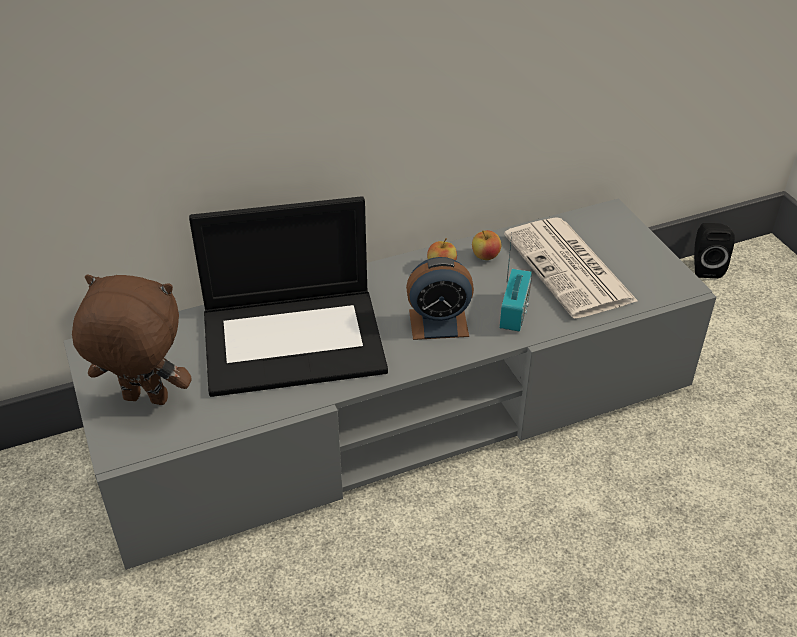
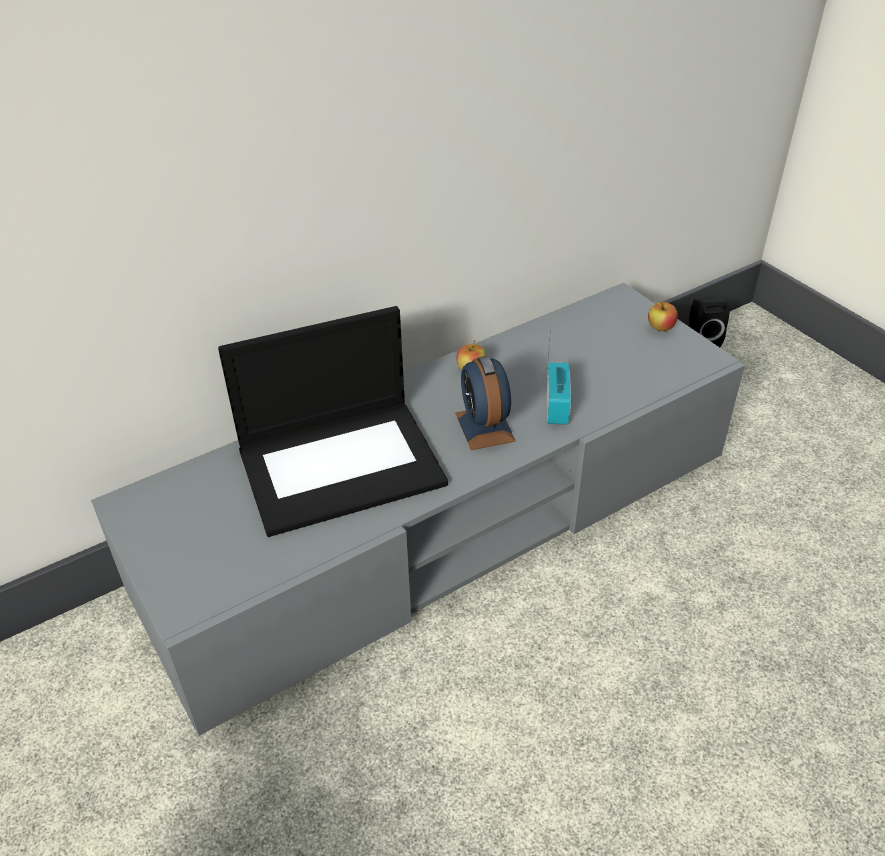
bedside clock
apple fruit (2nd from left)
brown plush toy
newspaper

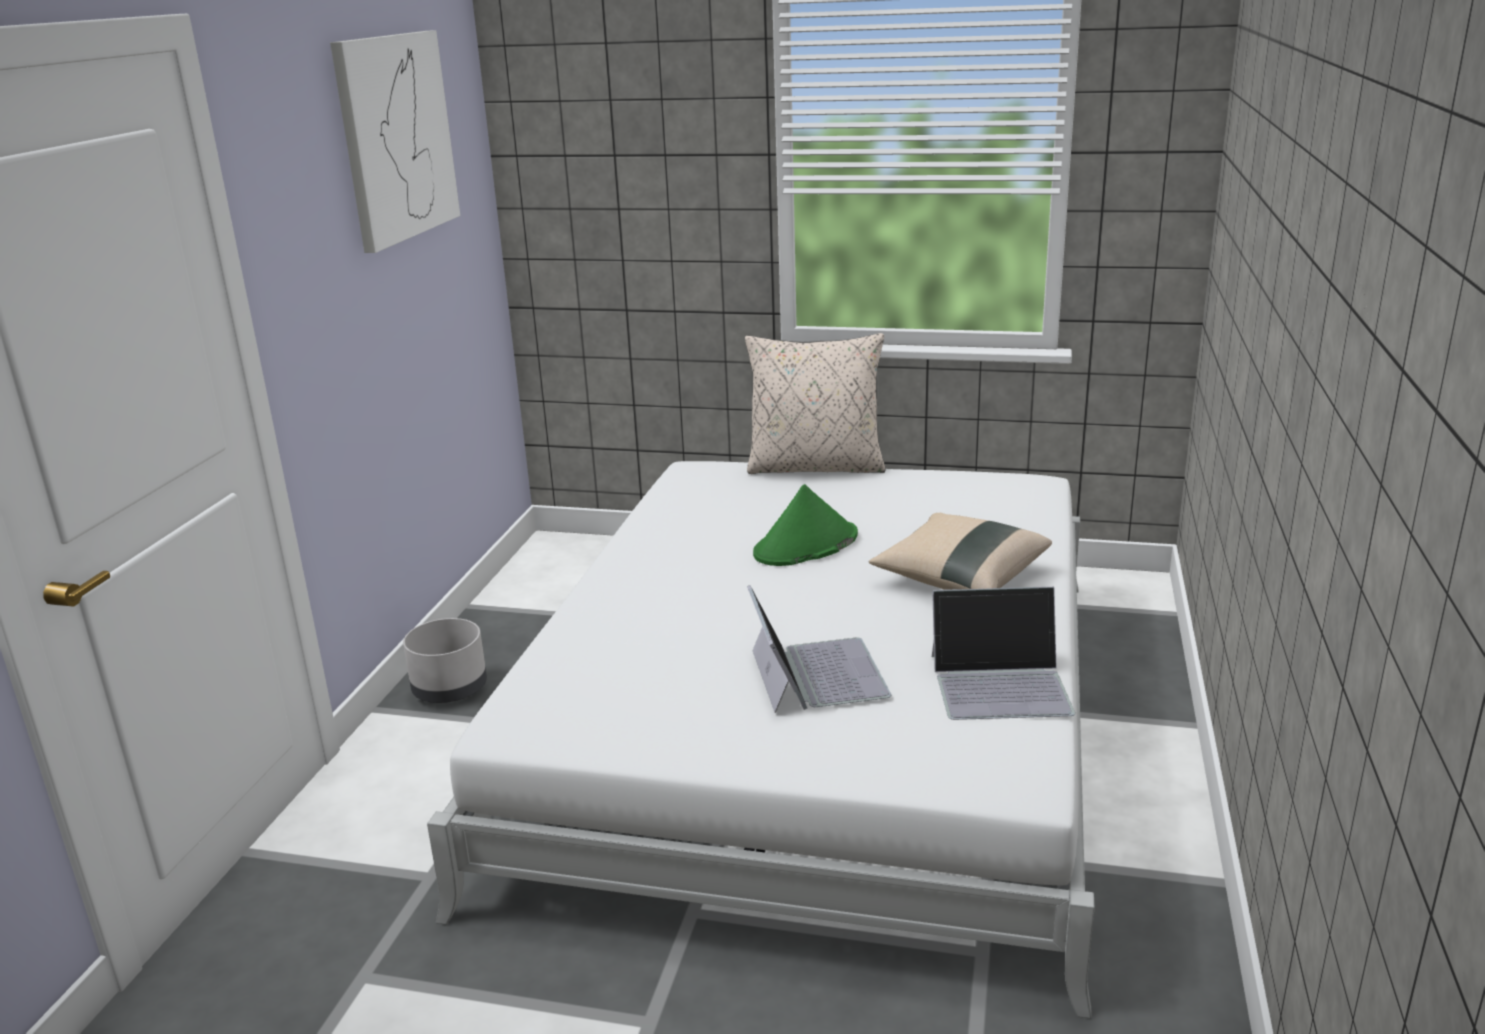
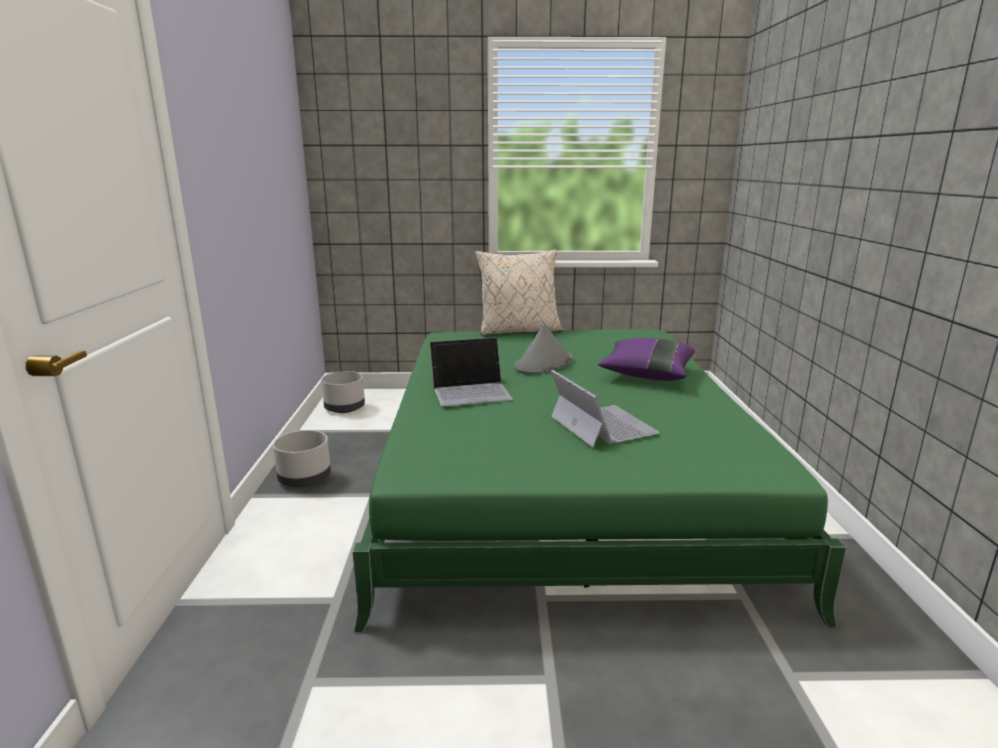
gray plant pot (2nd from left)
green-coloured sleeping bed
laptop (1st from left)
gray clothing hat
purplish cushion
wall art

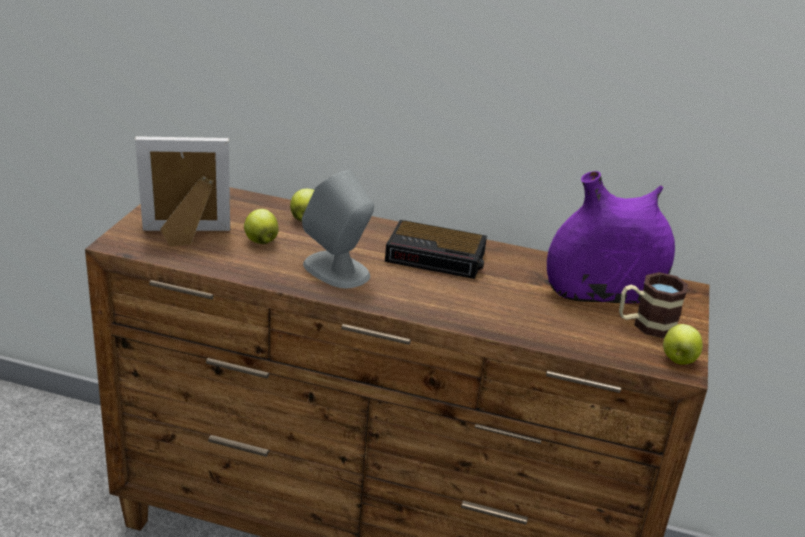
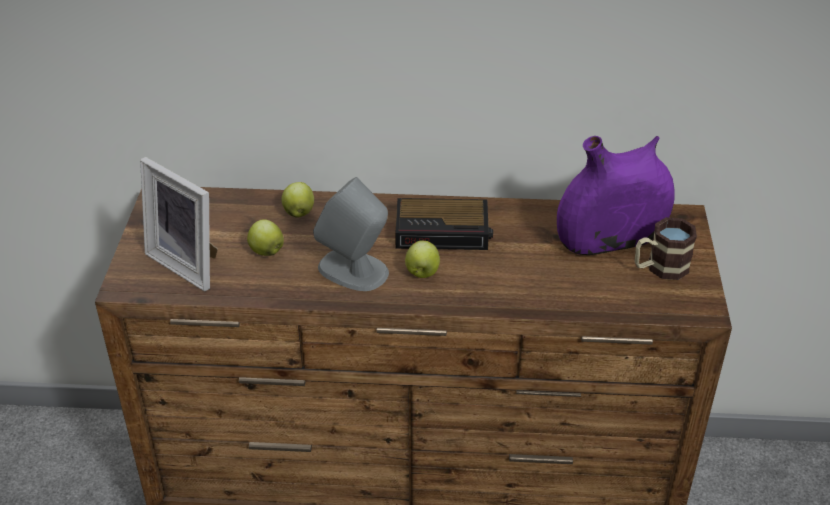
photo frame
apple fruit (3rd from left)

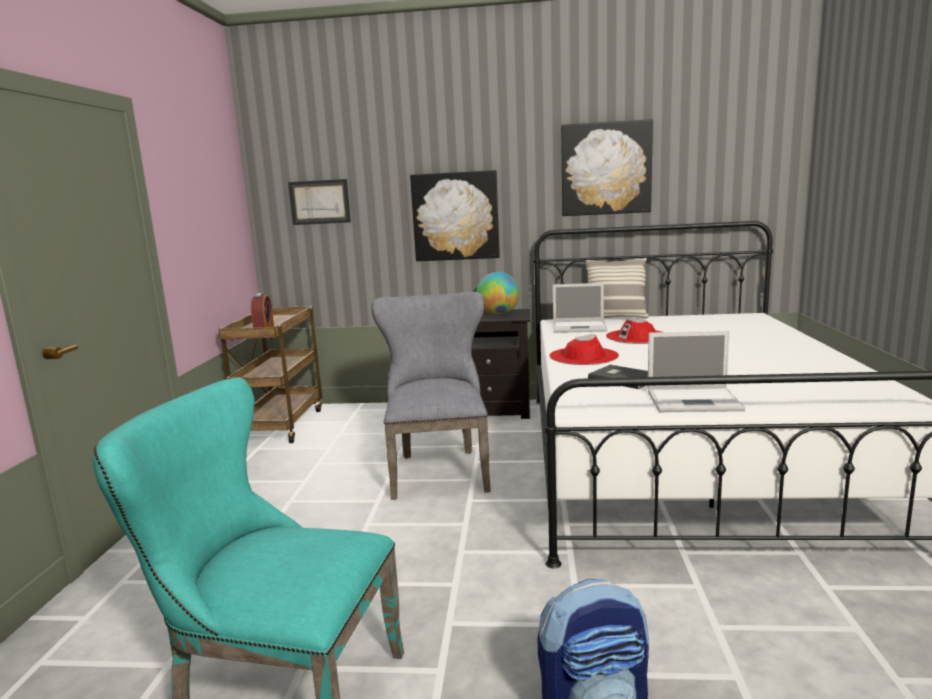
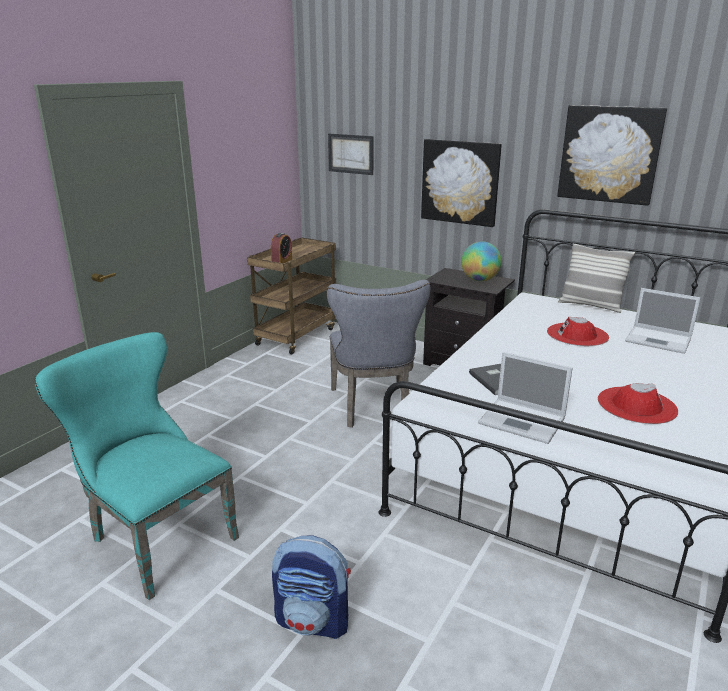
gray chair
red-coloured clothing hat (2nd from left)
laptop (2nd from left)

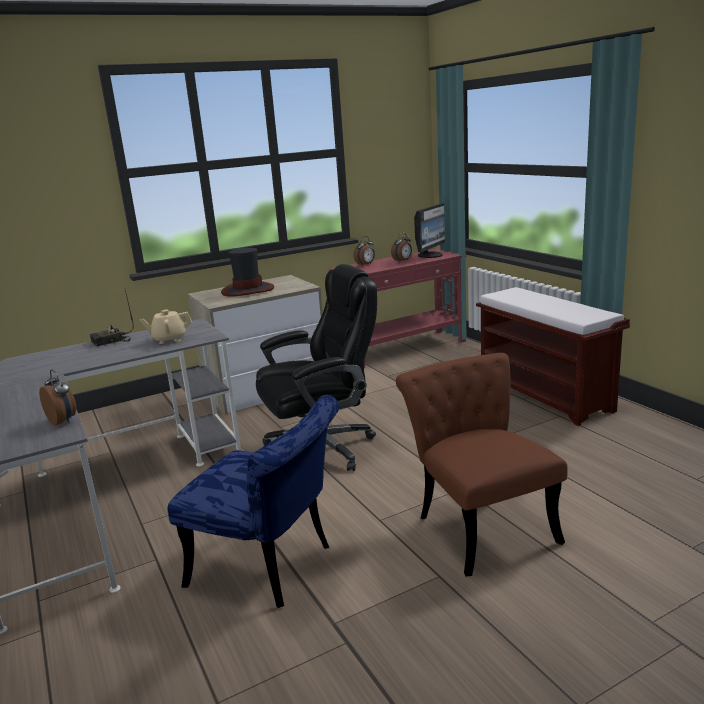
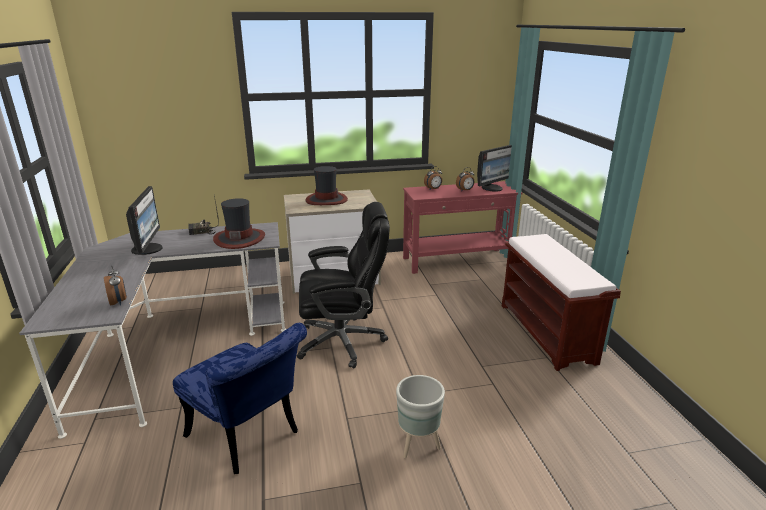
monitor (1st from left)
clothing hat (1st from left)
gray plant pot

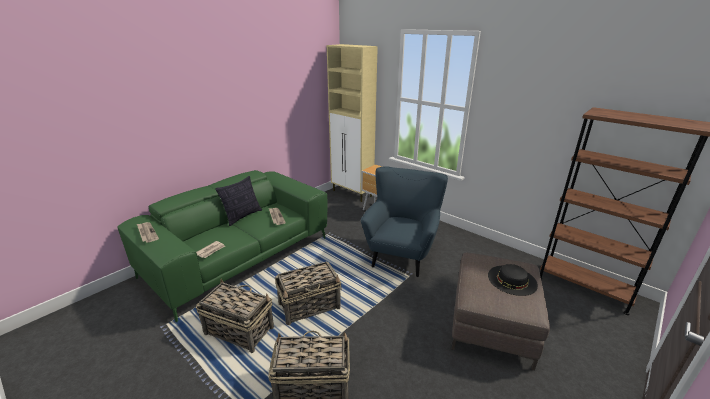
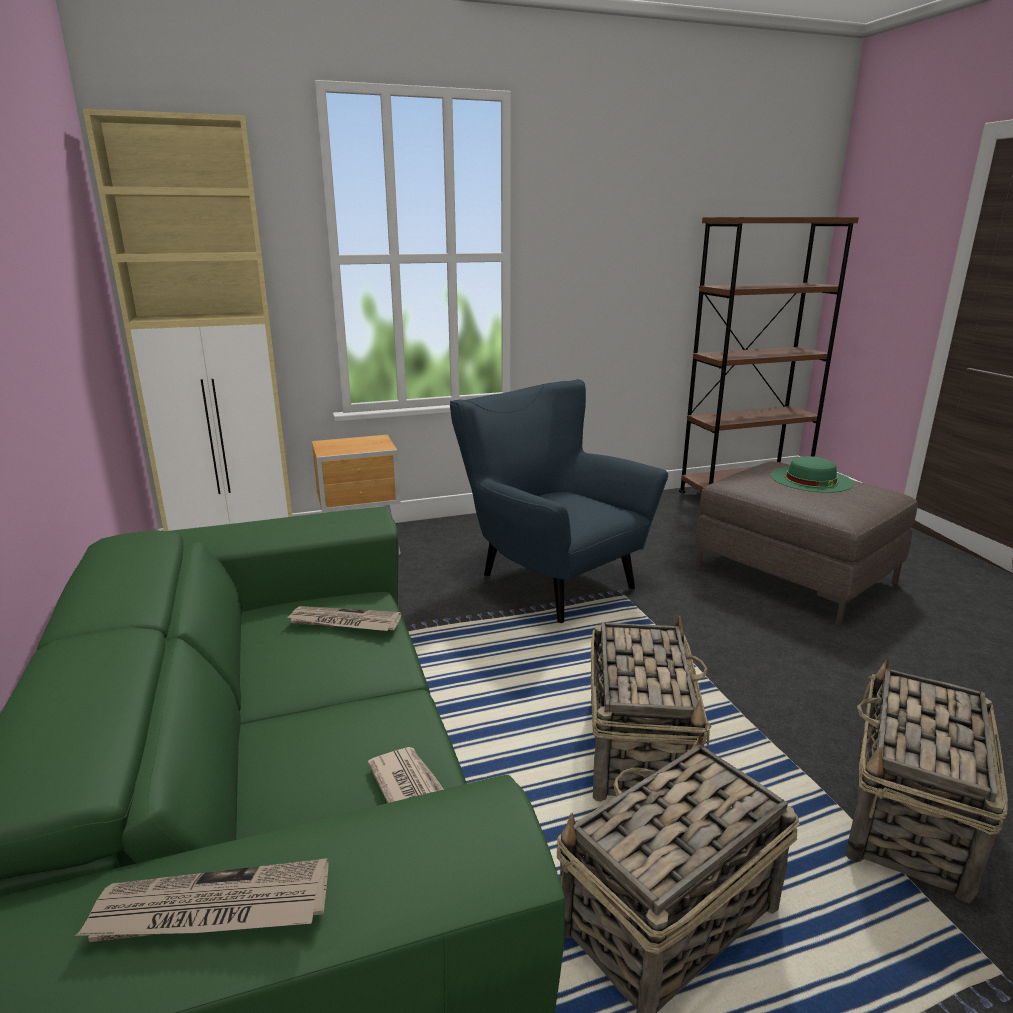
green-coloured clothing hat
cushion

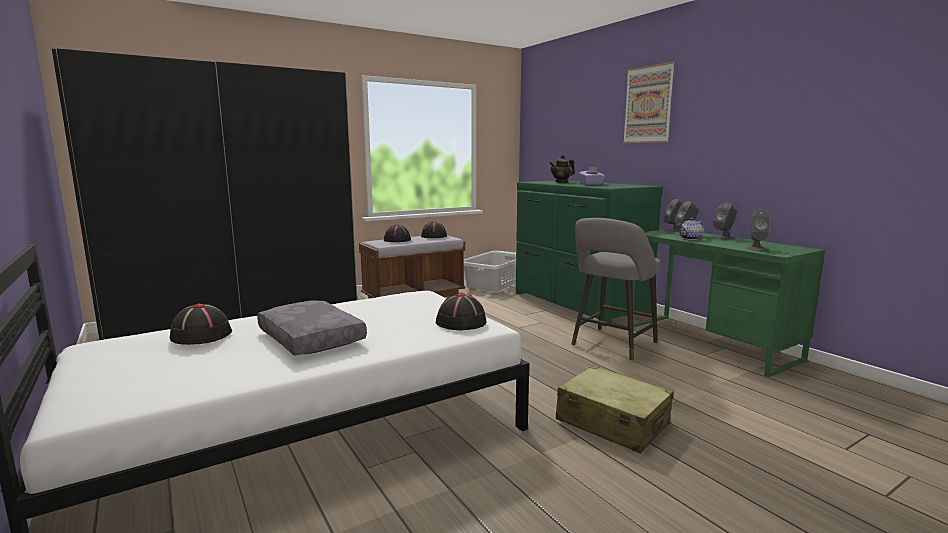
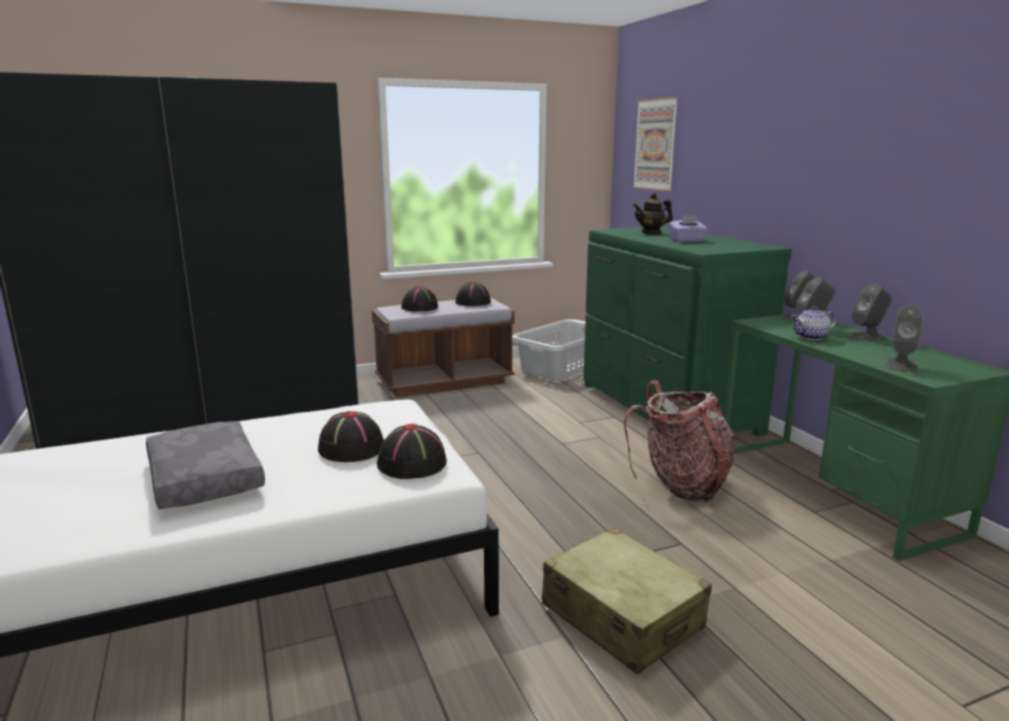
black clothing hat (1st from left)
knapsack
wall art

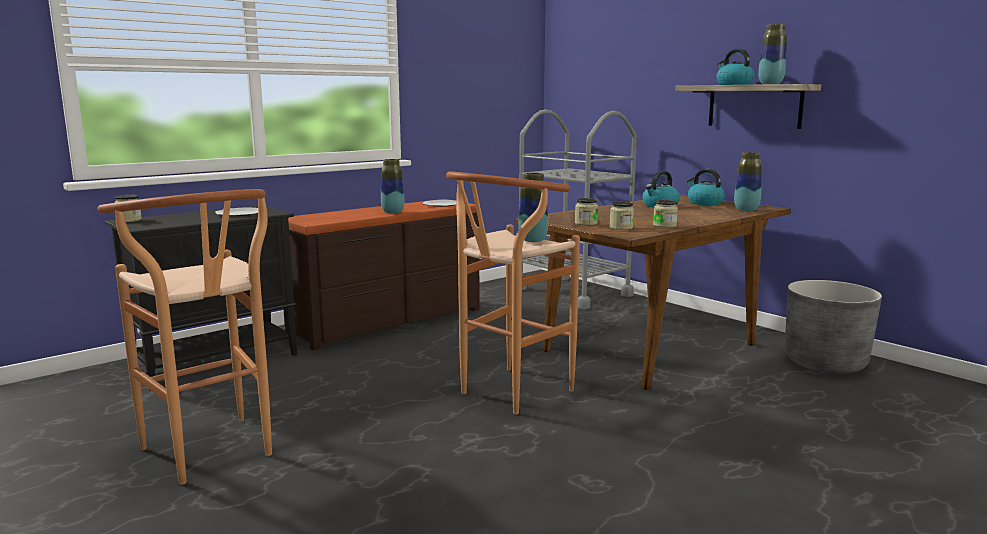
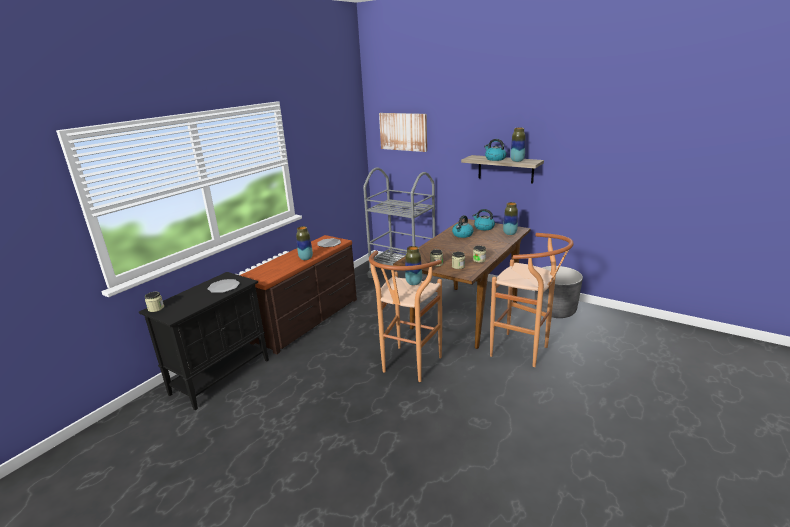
wall art
brown stool seat (2nd from left)

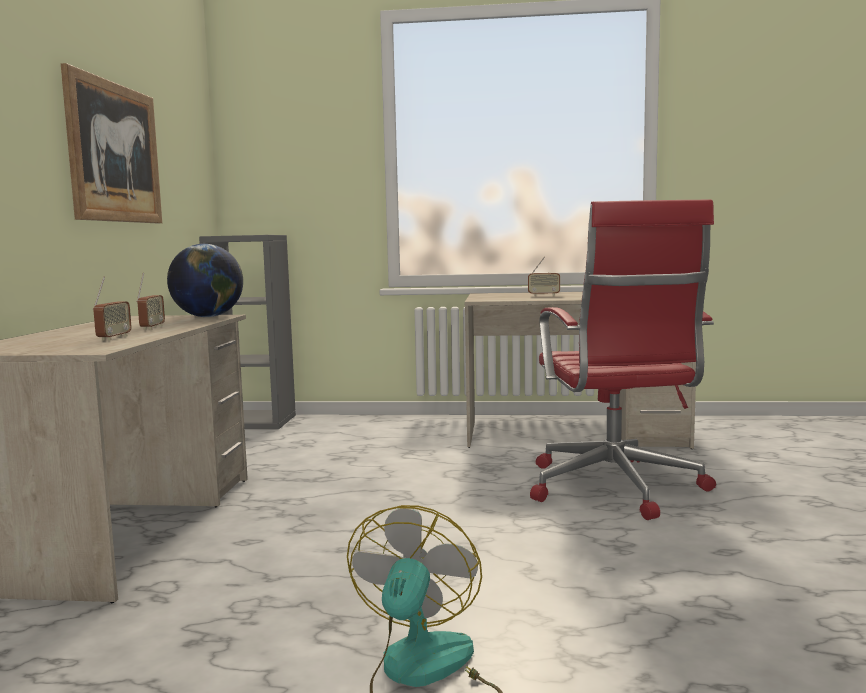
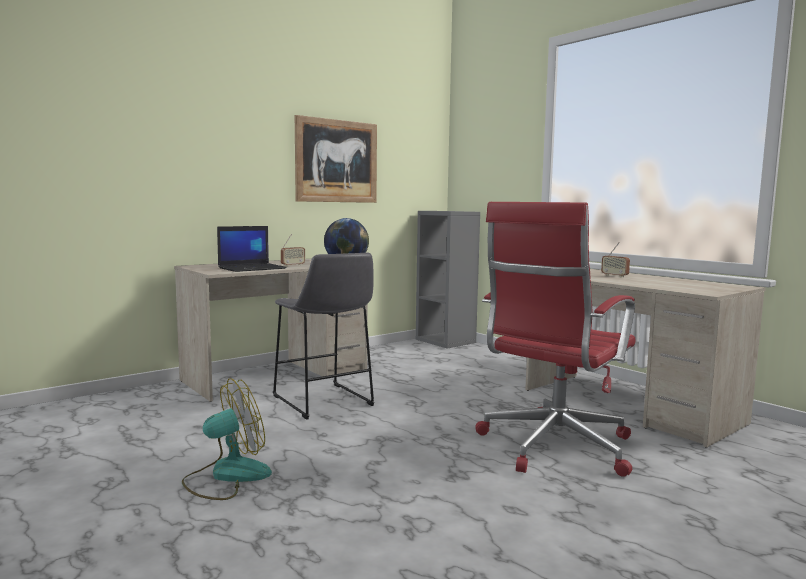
laptop
gray stool seat

